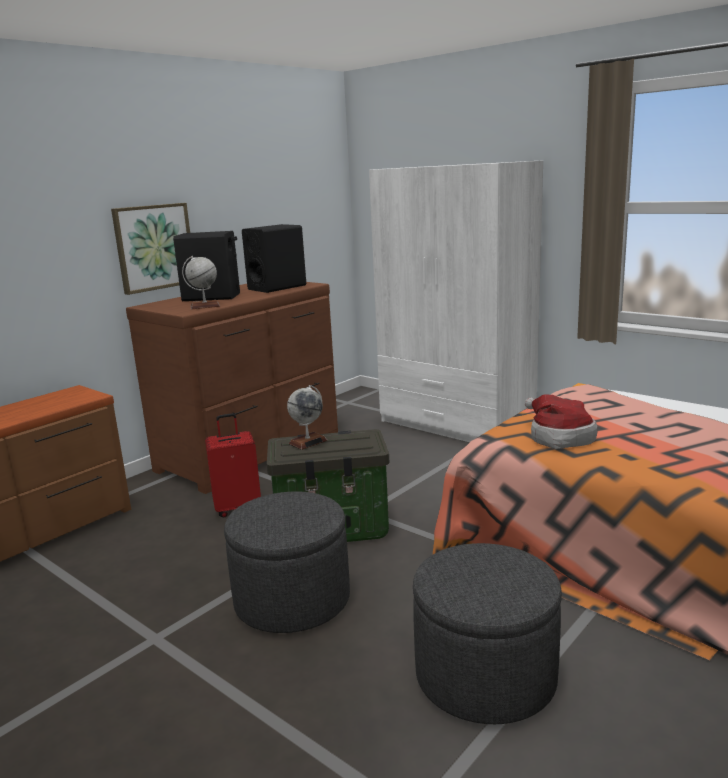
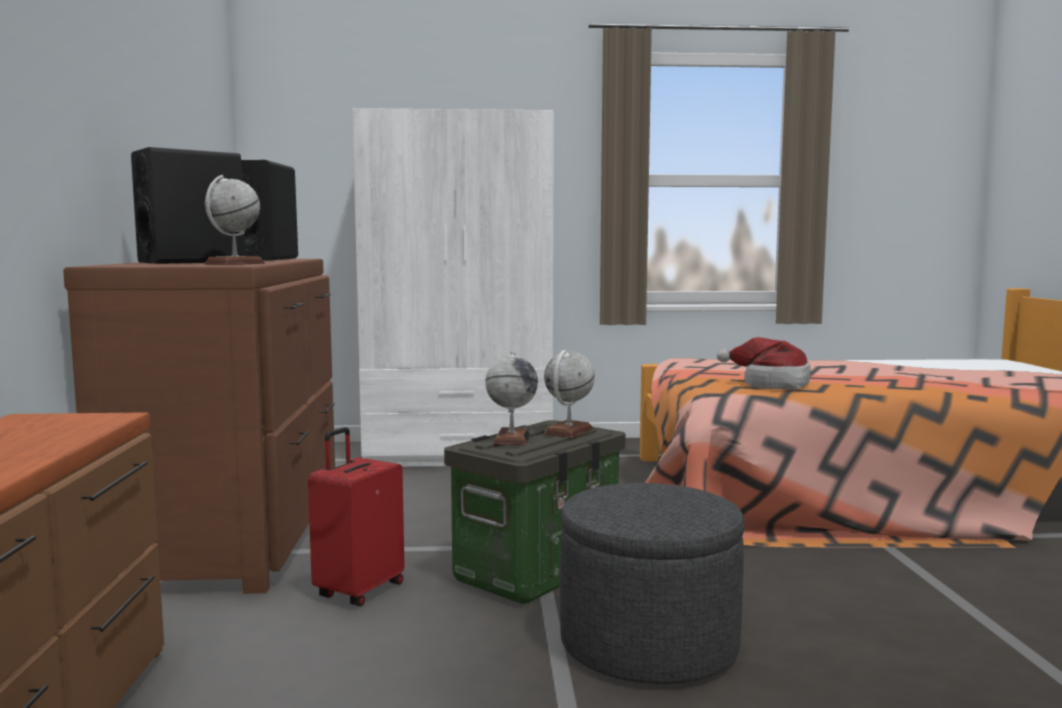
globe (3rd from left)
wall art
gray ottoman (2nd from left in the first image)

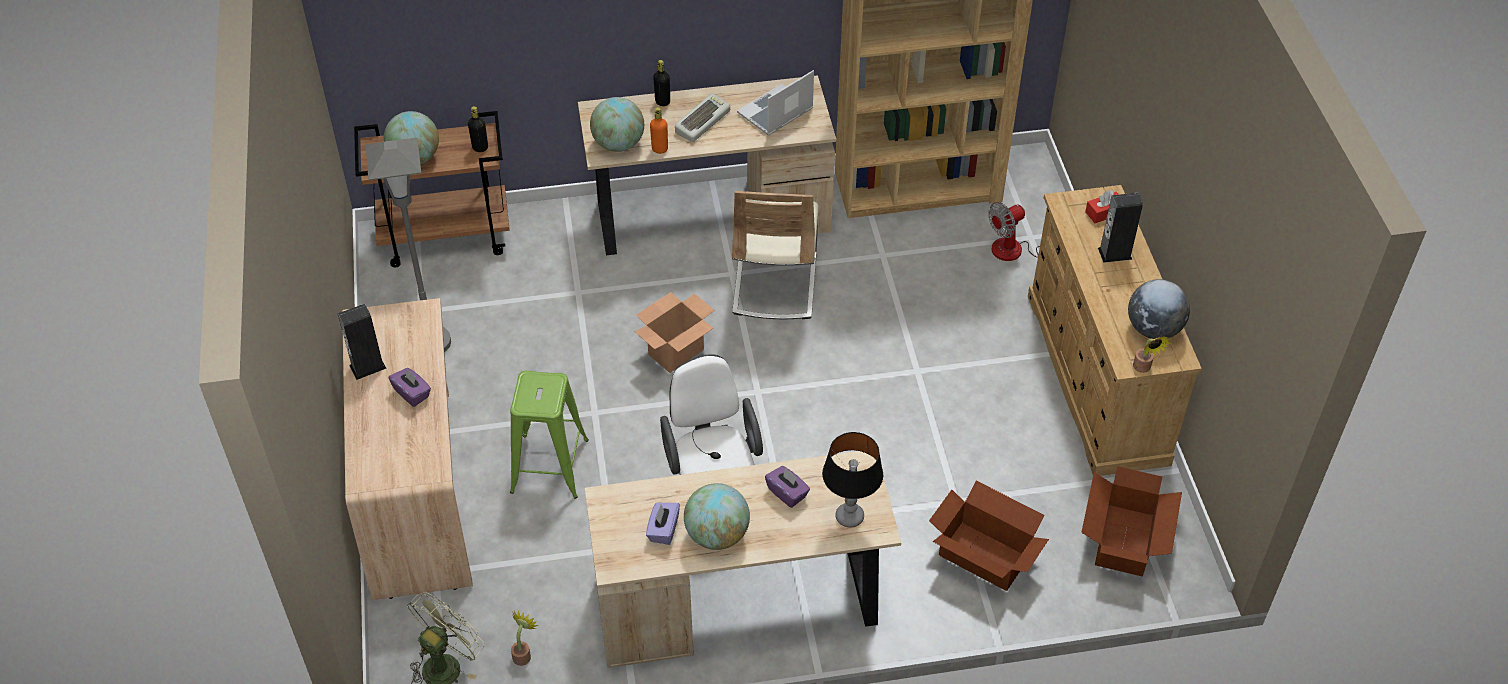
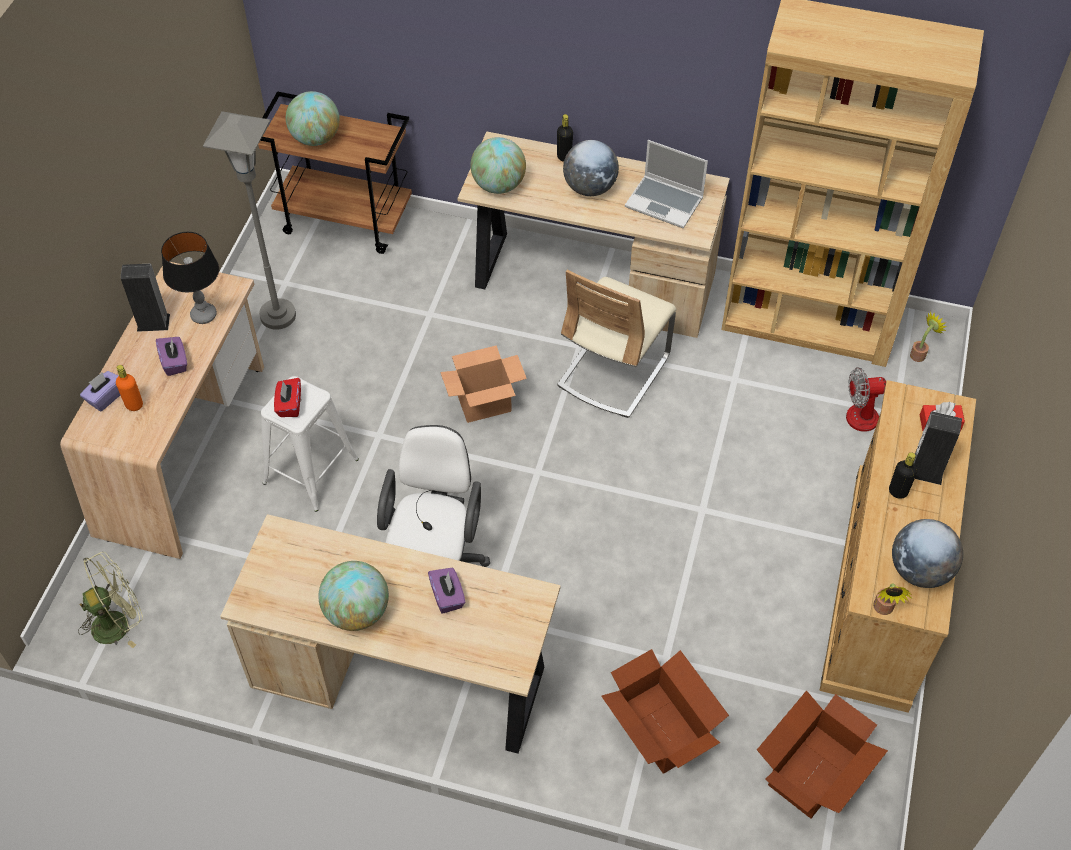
purplish tissue holder (1st from left)
orangey bottle
tabletop lamp
whitish stool seat
red-coloured tissue holder (1st from left)
globe (4th from left)
laptop
black bottle (2nd from left)
houseplant (2nd from left)

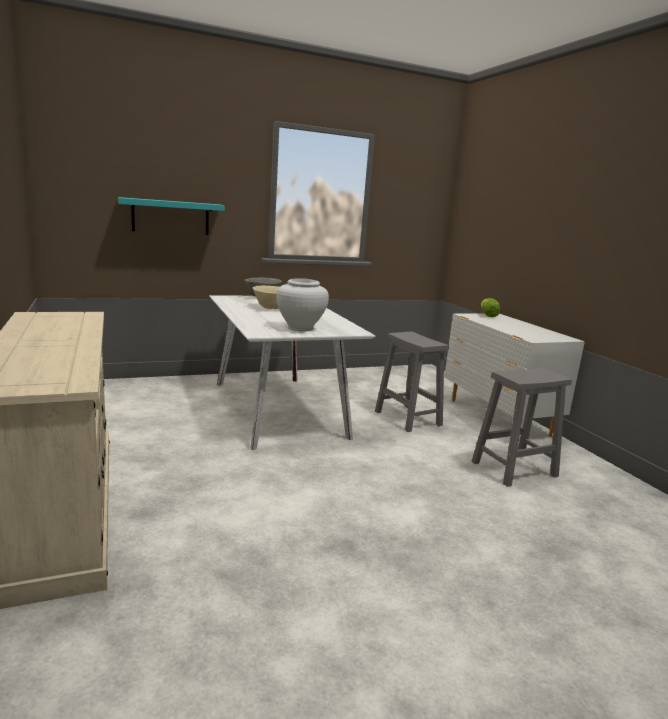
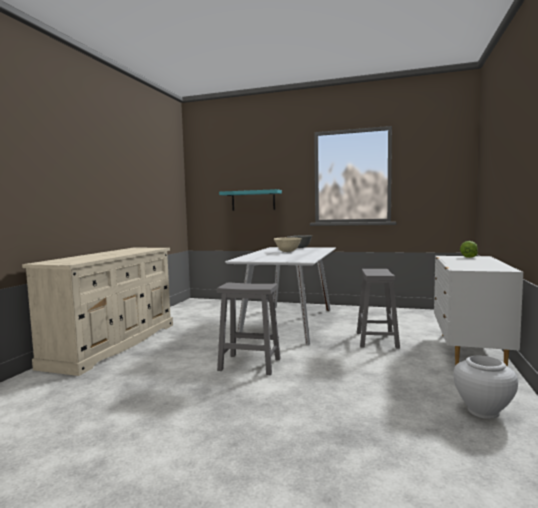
gray stool seat (1st from left)
whitish vase

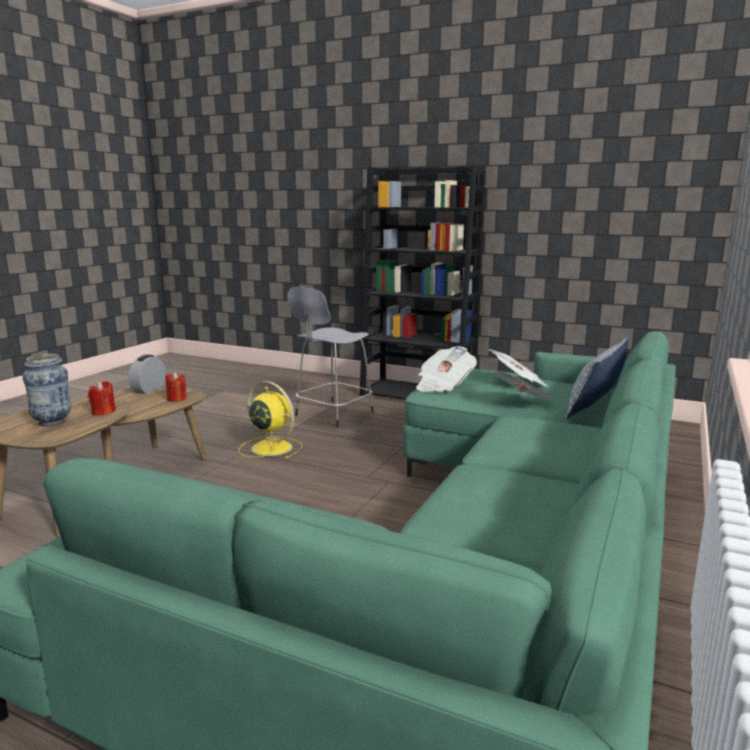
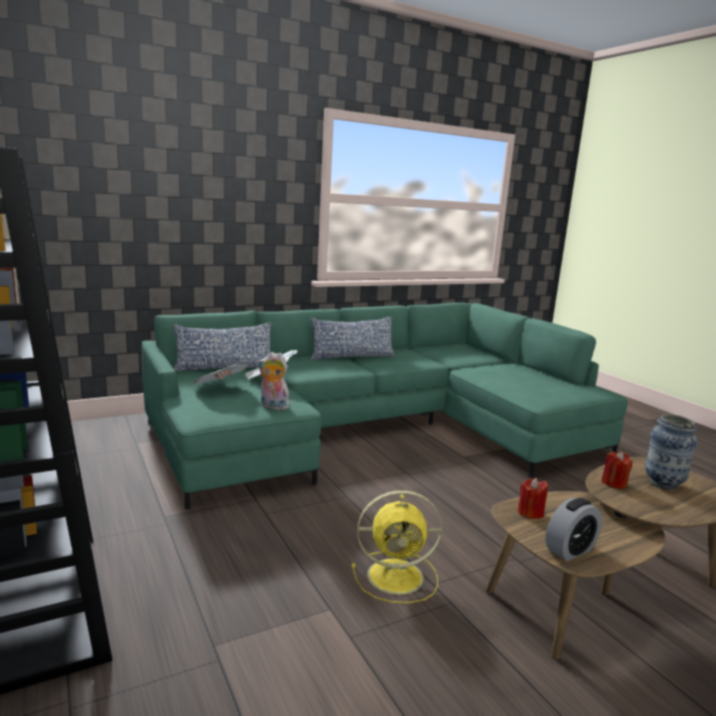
plush toy
cushion (2nd from left)
yellow fan
gray stool seat

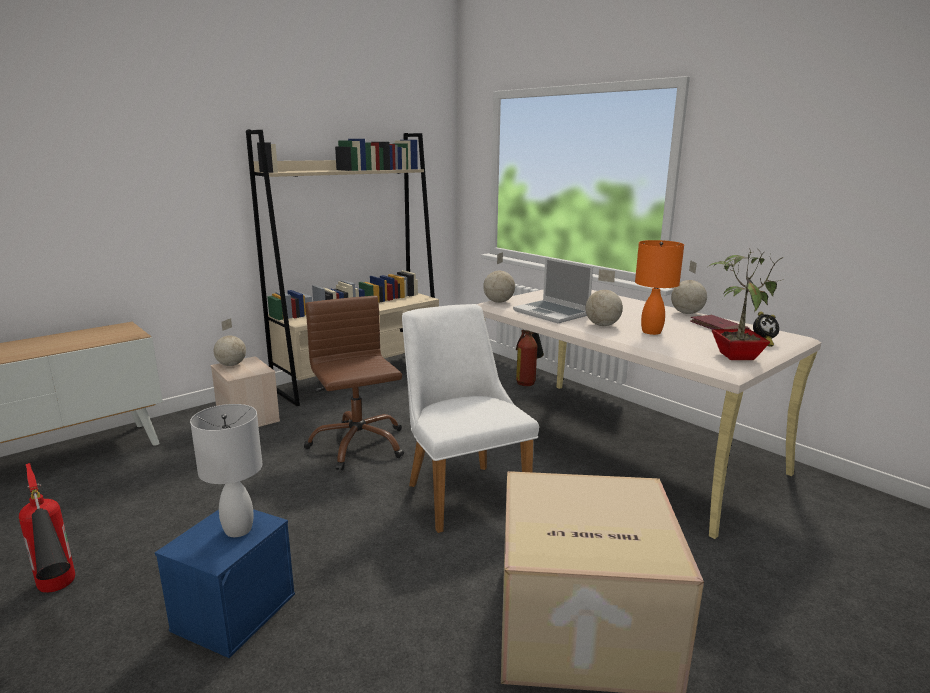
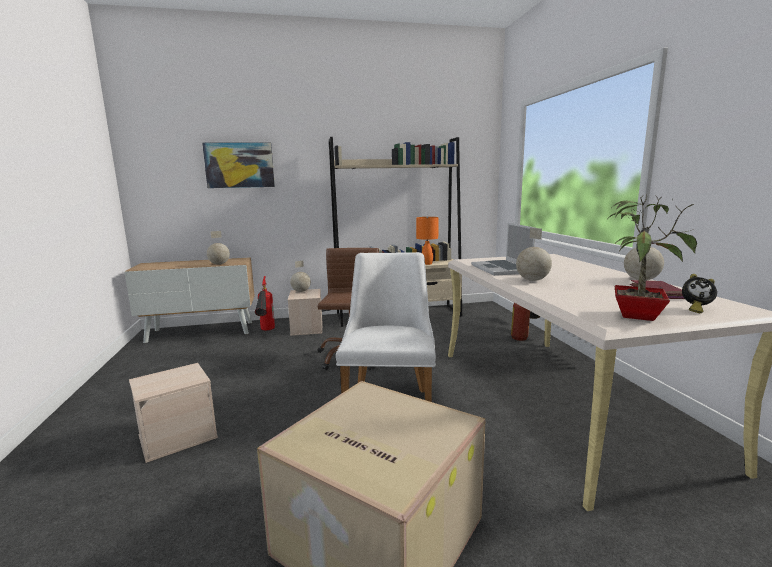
beige-coloured storage box (1st from left)
wall art
globe (1st from left)
fire-fighting cylinder (1st from left)
orangey tabletop lamp
whitish tabletop lamp

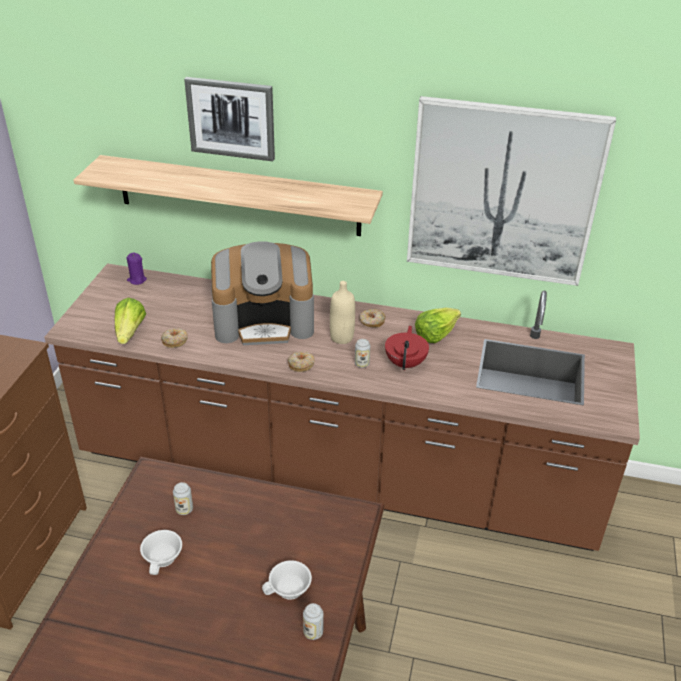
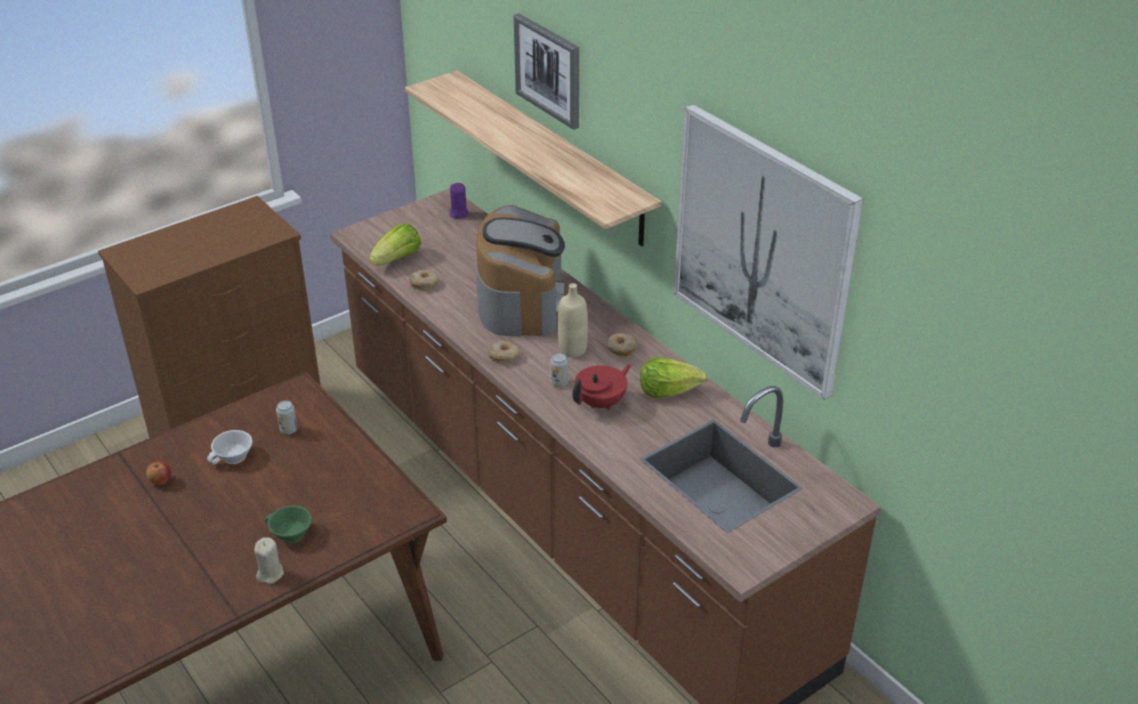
apple fruit
beige-coloured wax candle
green-coloured small cup
coffee machine

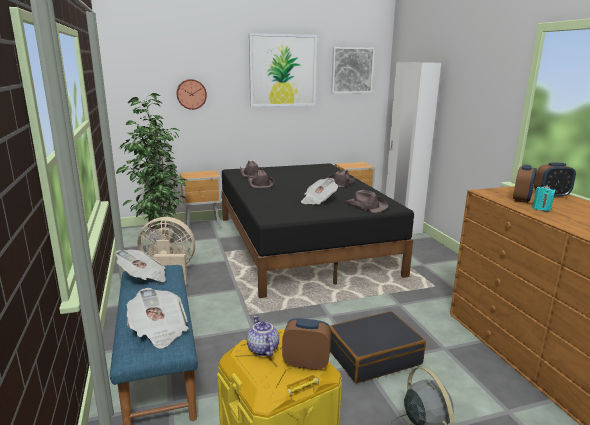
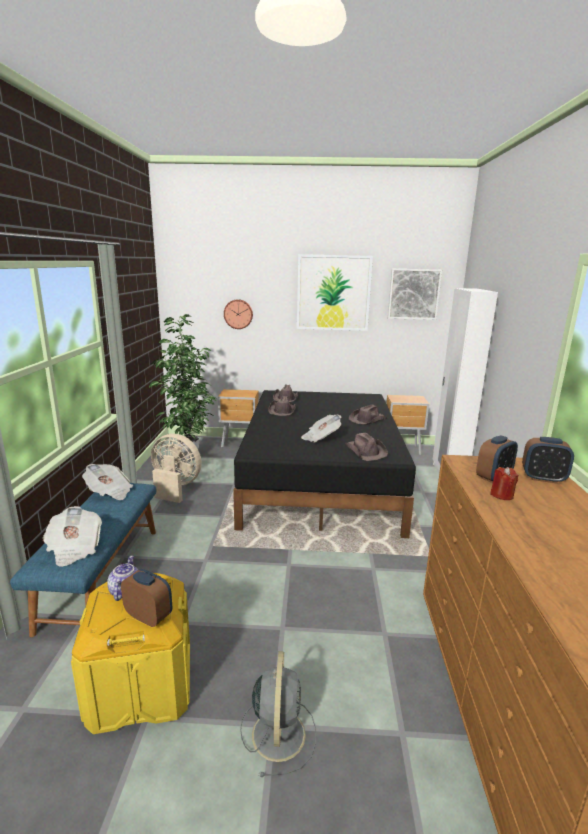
red-coloured wax candle
black travel case

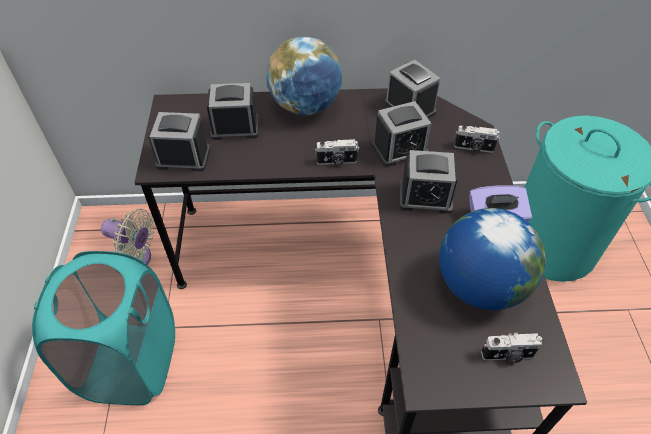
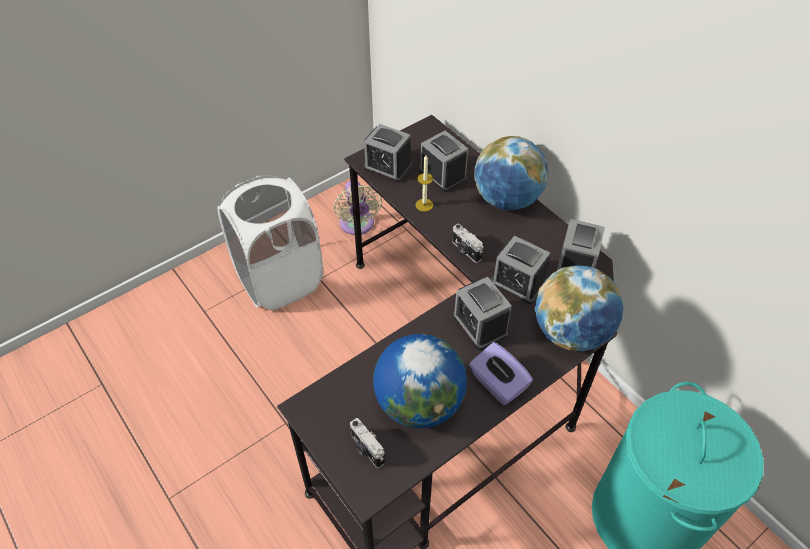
whitish hamper
bedside clock (1st from left)
wax candle
globe (3rd from left)

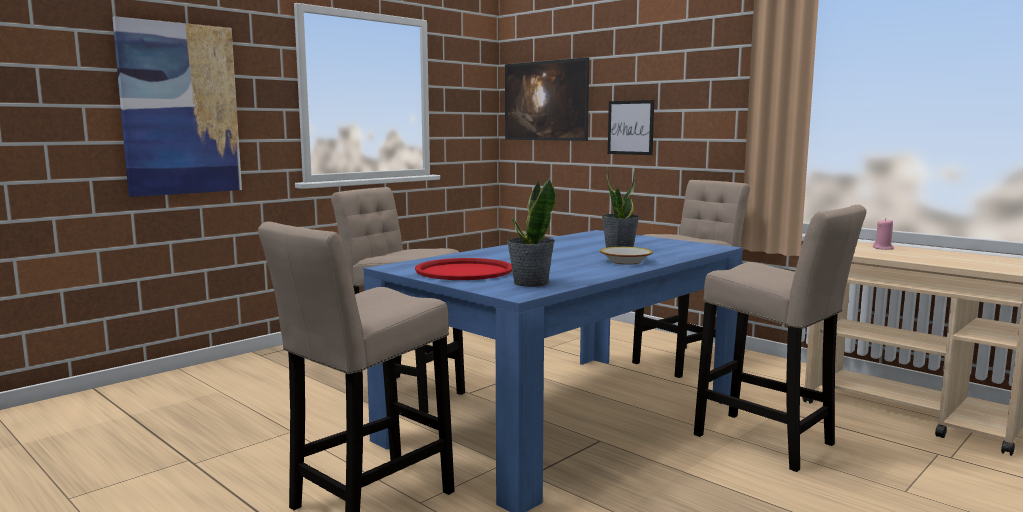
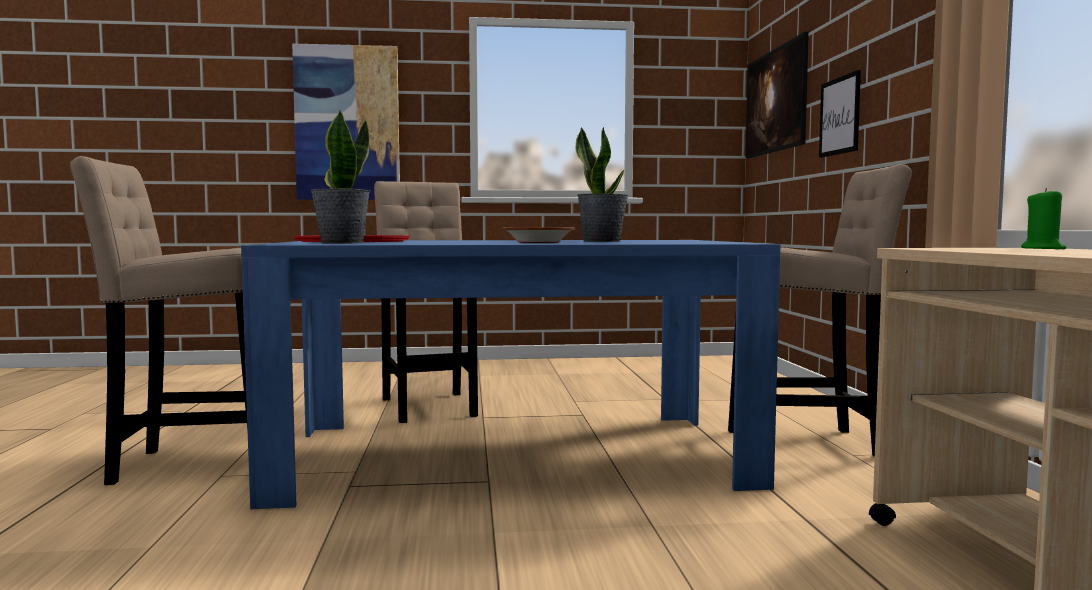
green-coloured wax candle
beige-coloured stool seat (4th from left in the first image)

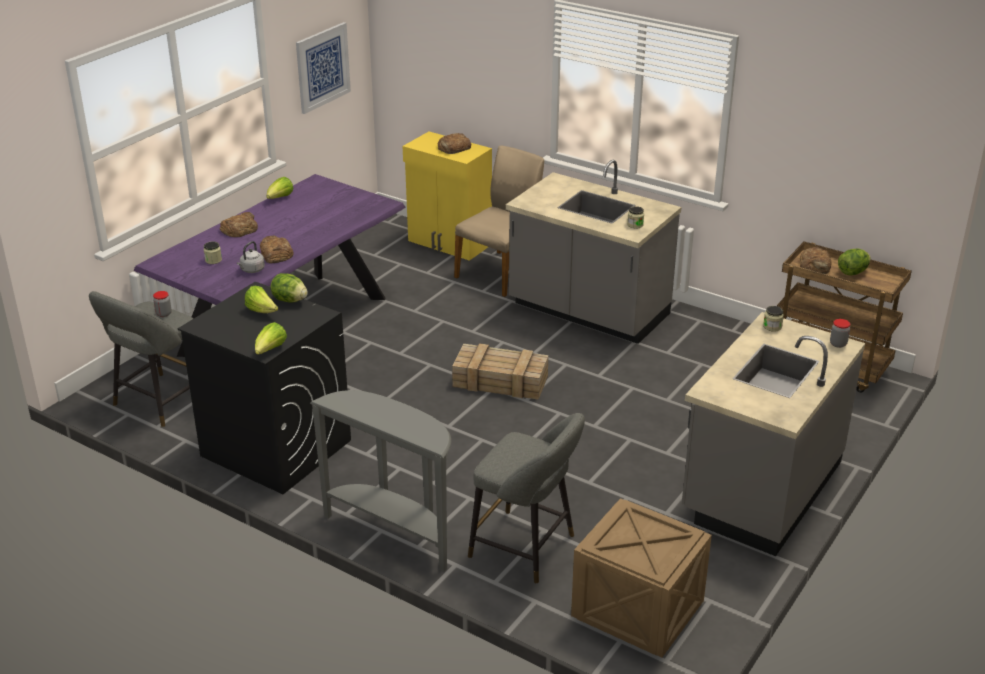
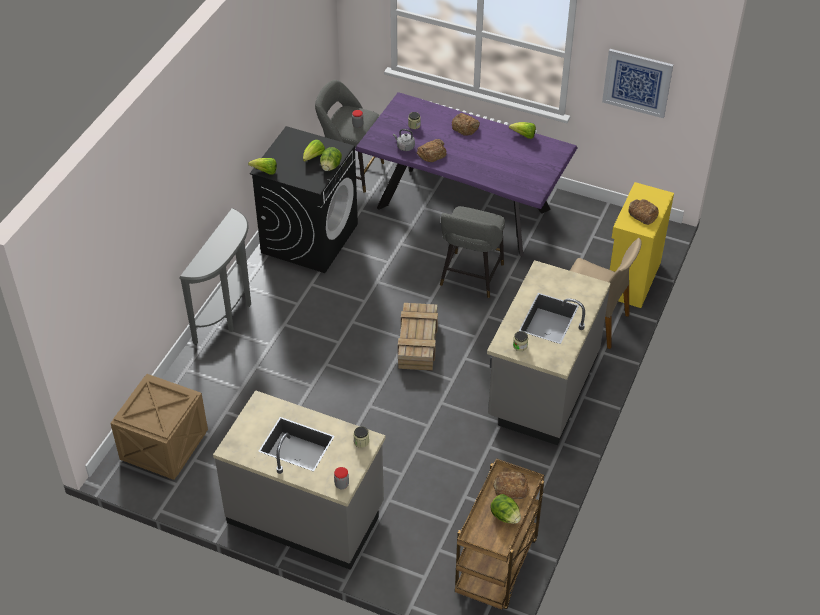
gray stool seat (2nd from left)

